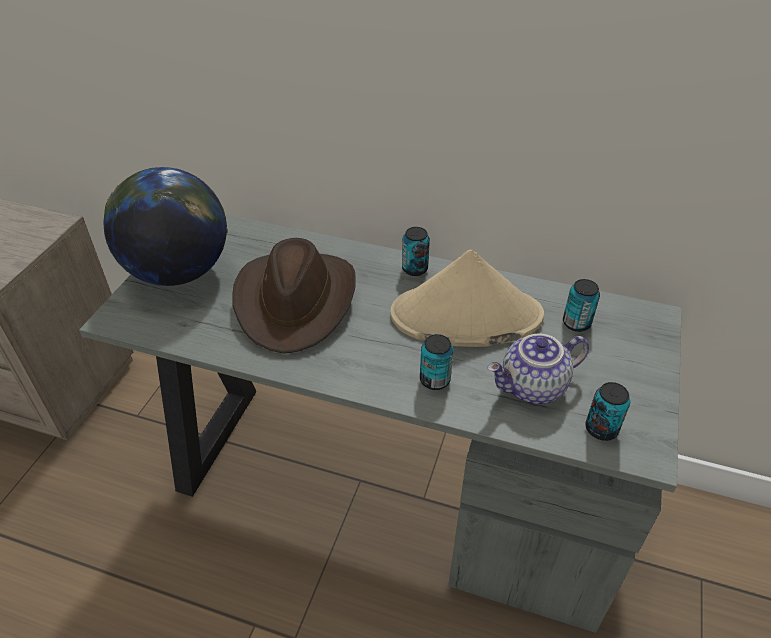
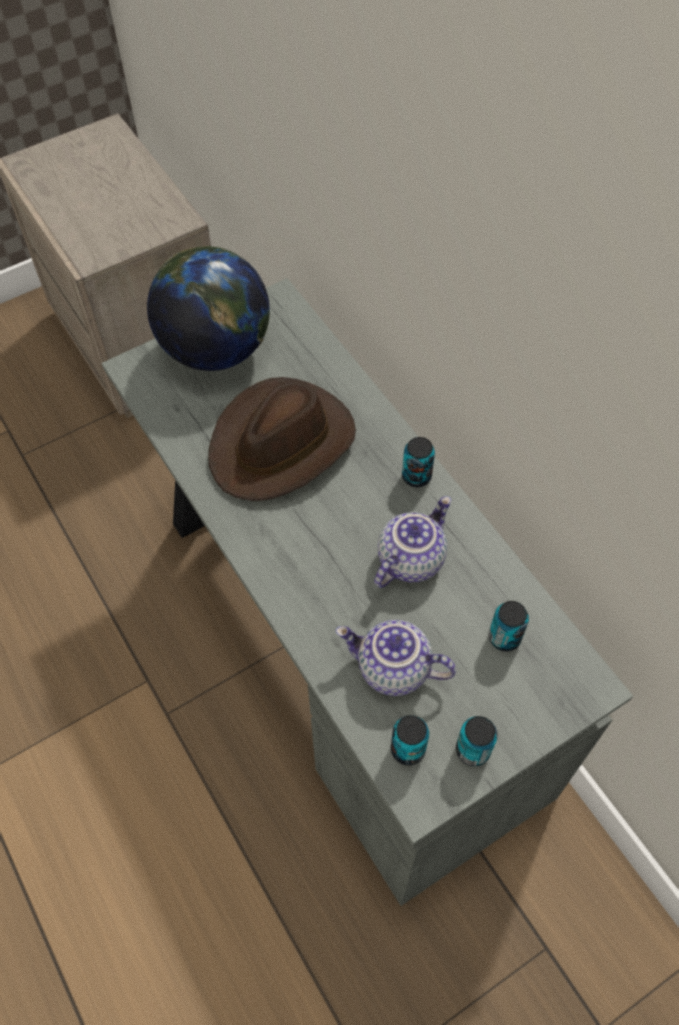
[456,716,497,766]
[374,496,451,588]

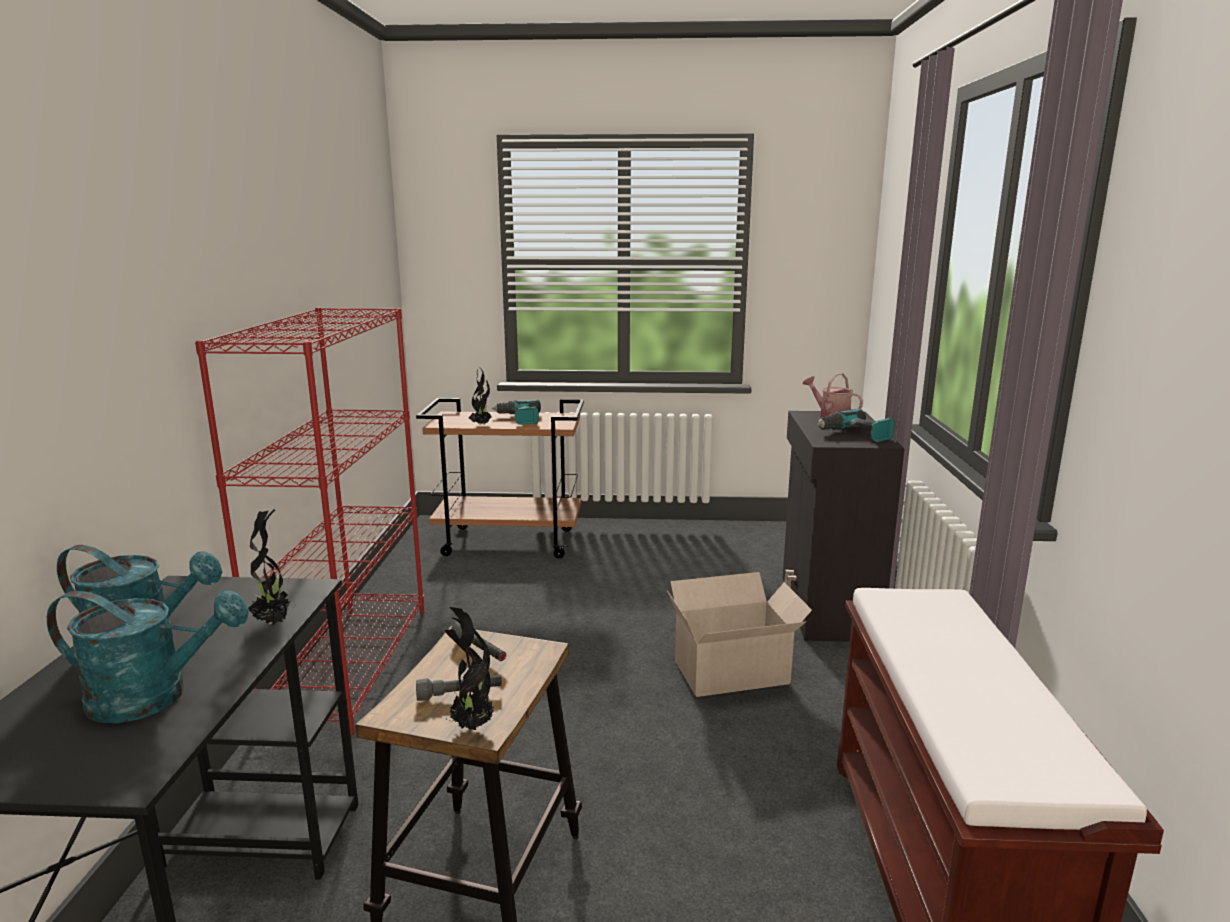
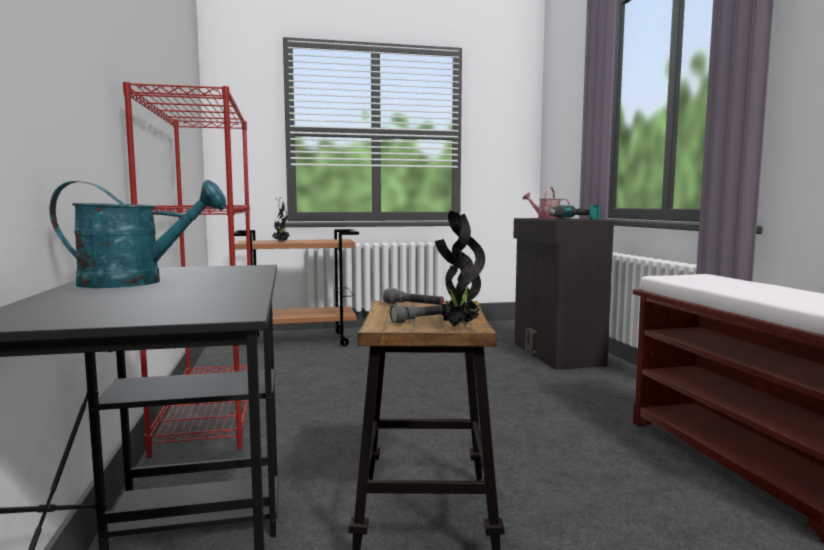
[47,590,249,723] (first image)
[248,509,295,625] (first image)
[491,399,541,425] (first image)
[667,572,812,697] (first image)

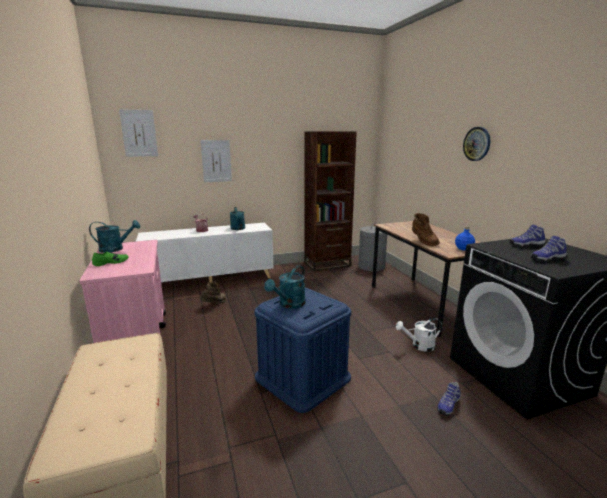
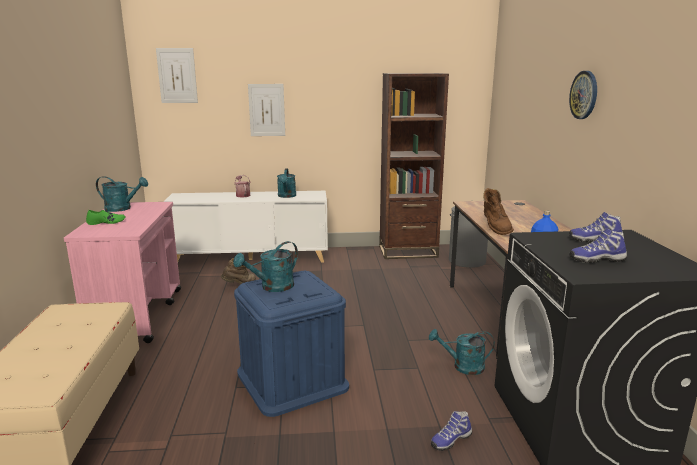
[429,329,495,375]

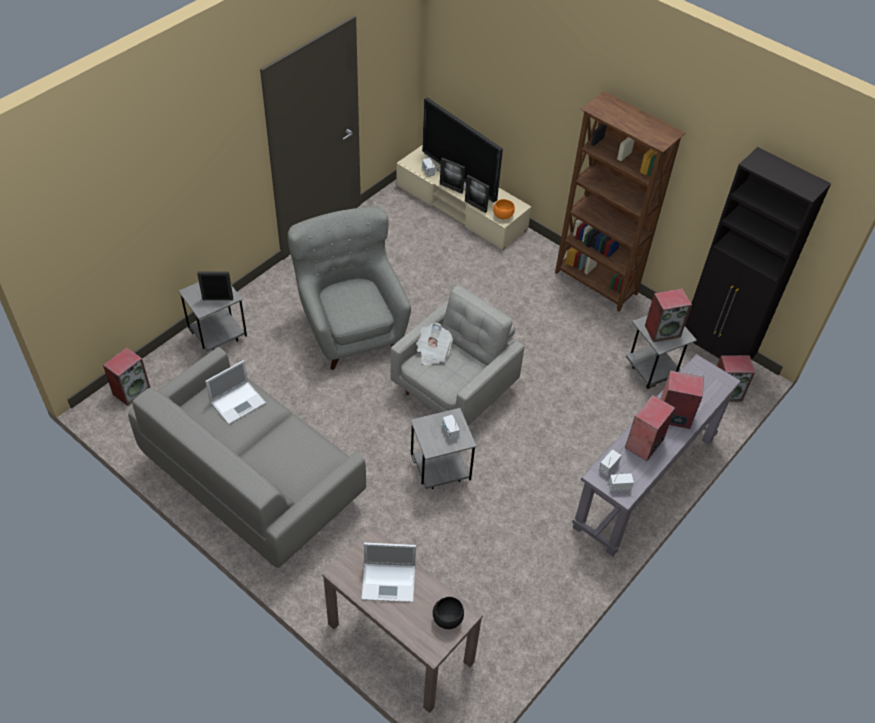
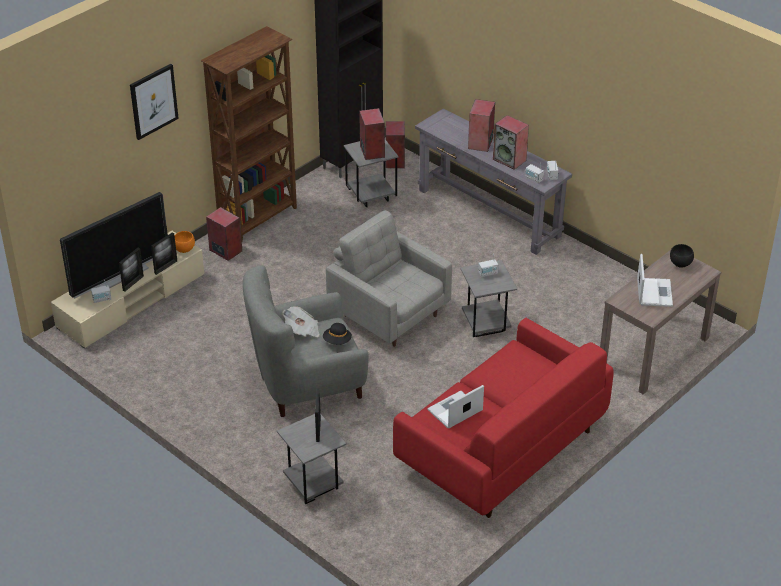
[130,64,179,140]
[323,323,352,345]
[206,207,242,261]
[283,306,319,337]
[393,318,614,518]
[427,385,484,428]

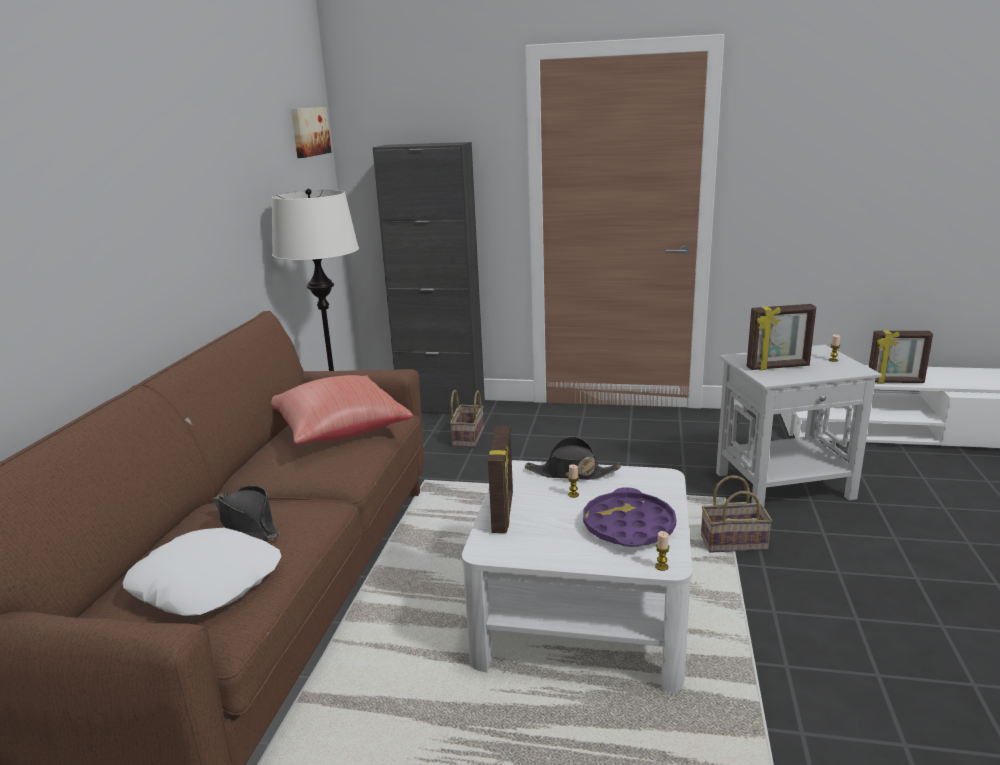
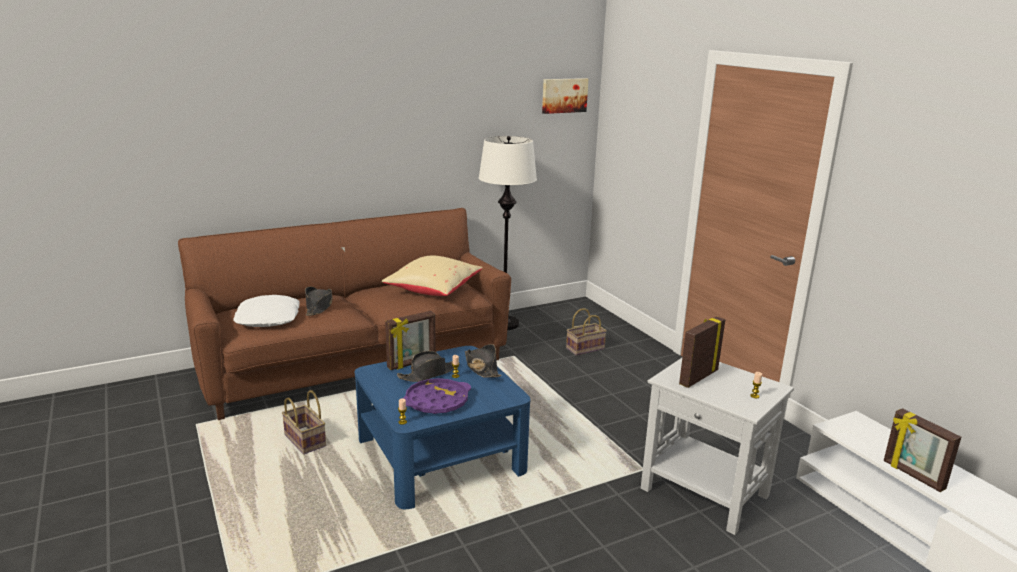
[373,142,485,414] (first image)
[397,351,460,382]
[282,390,326,454]
[382,256,483,296]
[355,346,530,509]
[679,316,725,388]

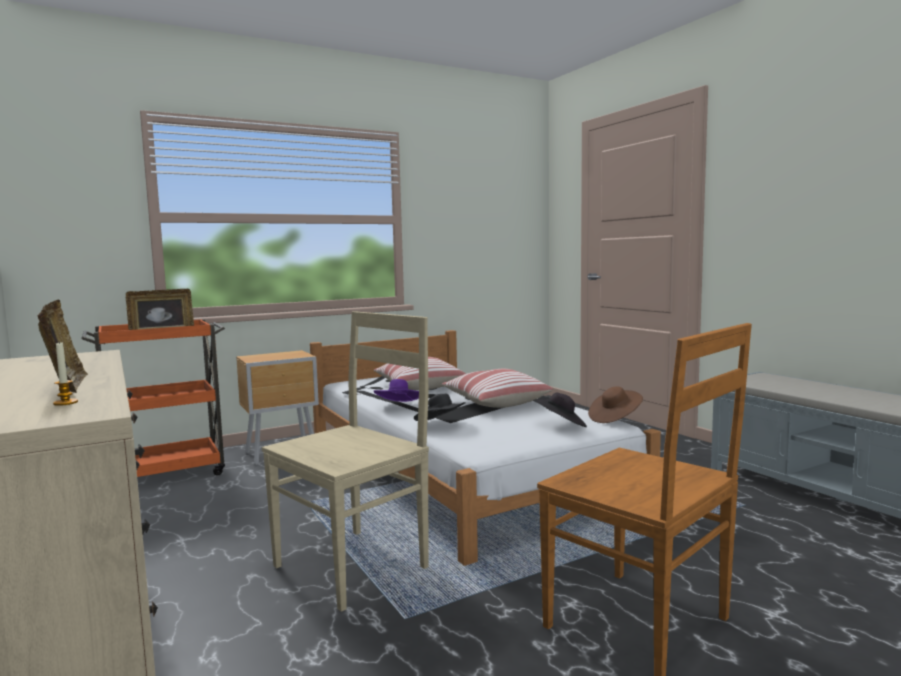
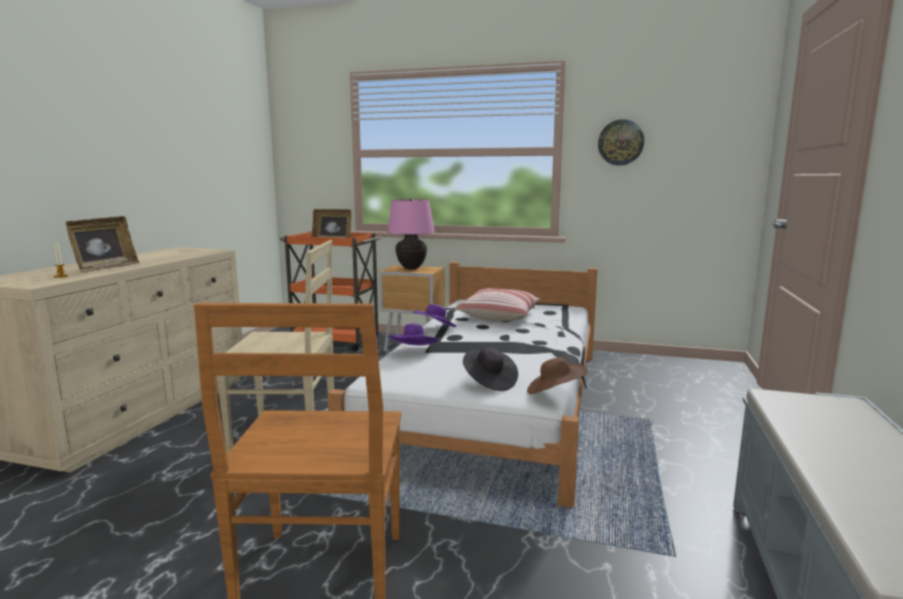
[442,369,553,408] (first image)
[387,199,435,269]
[598,119,644,166]
[388,324,438,345]

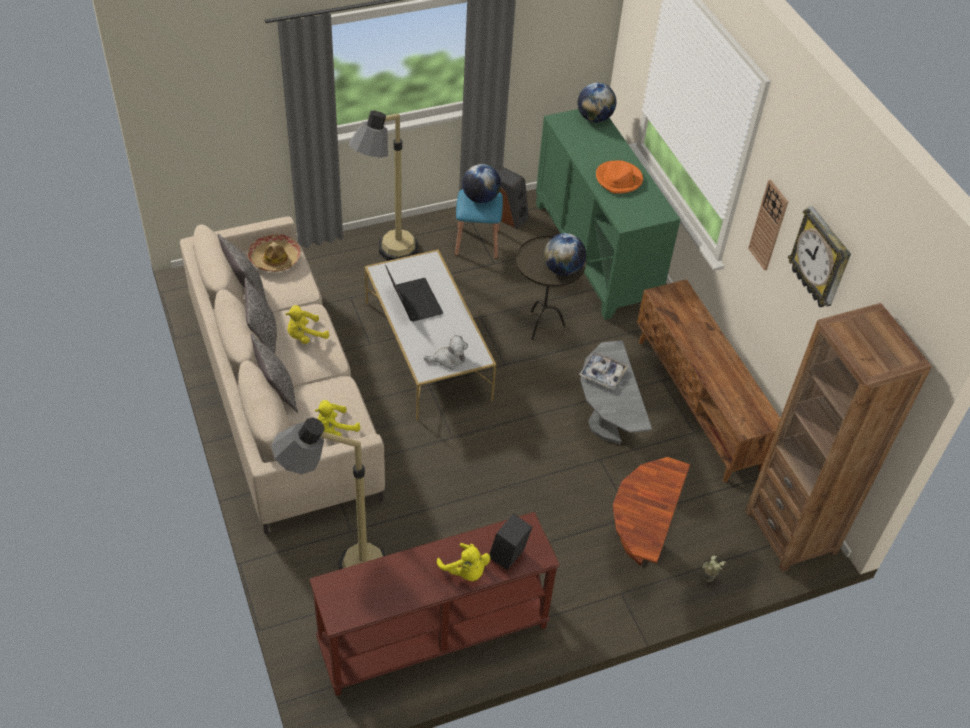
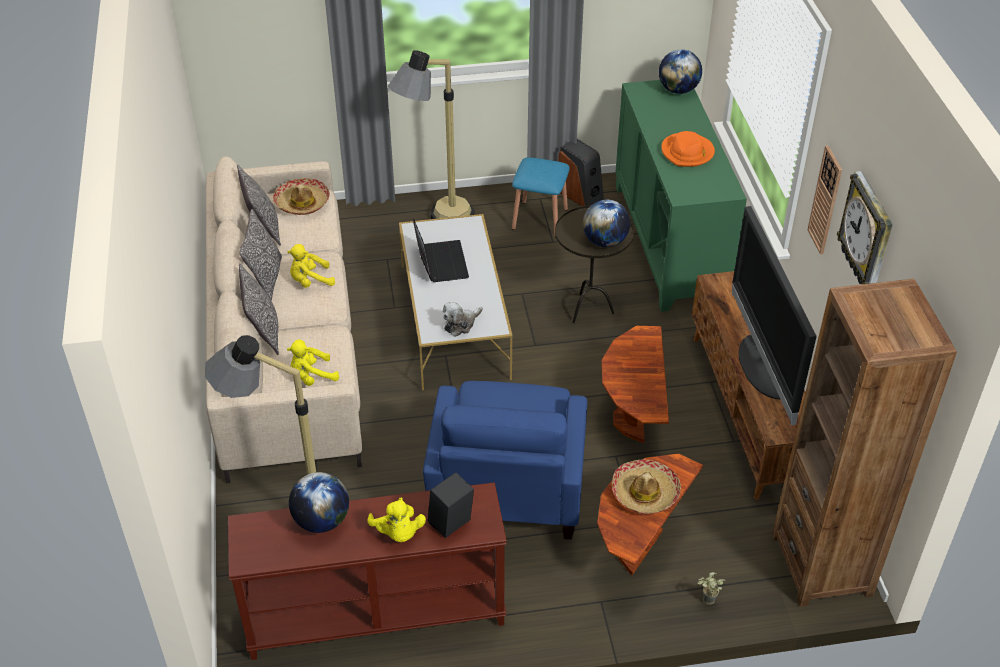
[579,352,628,389] (first image)
[423,381,587,540]
[612,460,681,514]
[732,206,817,425]
[289,472,349,533]
[601,326,669,443]
[443,302,483,337]

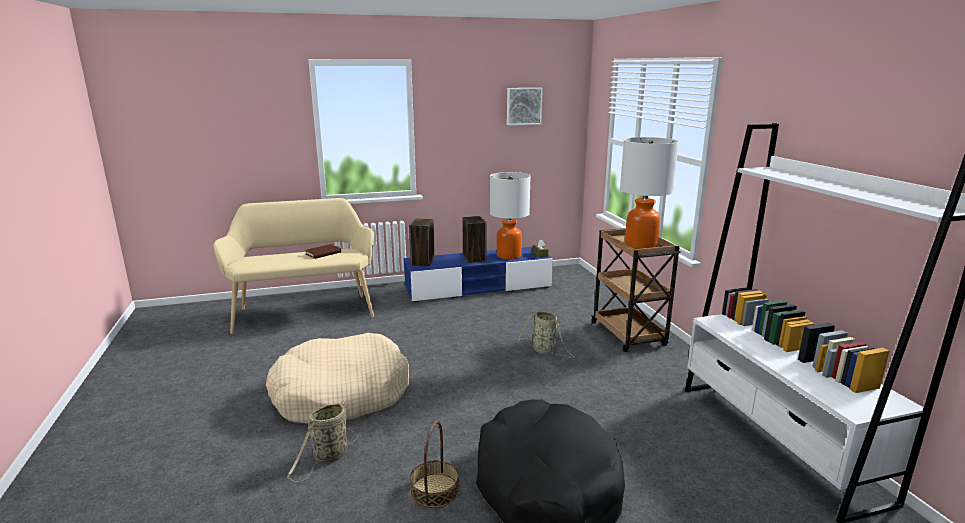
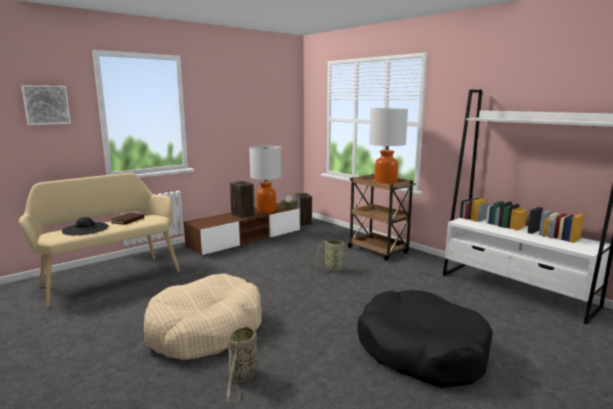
[410,420,459,508] (first image)
[62,217,109,235]
[294,193,312,226]
[21,85,71,125]
[184,203,300,256]

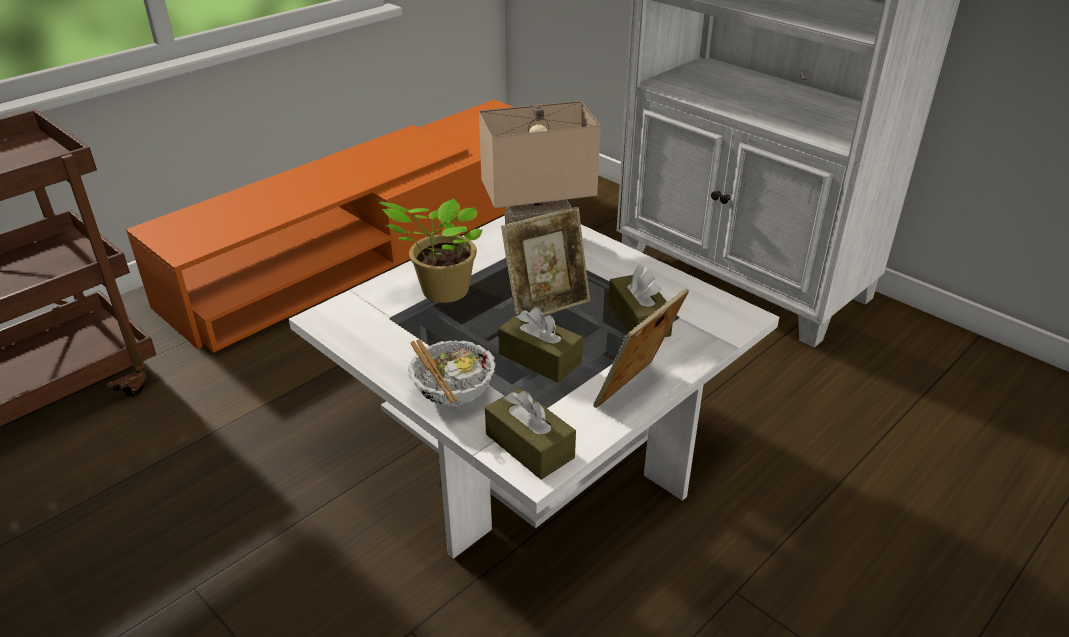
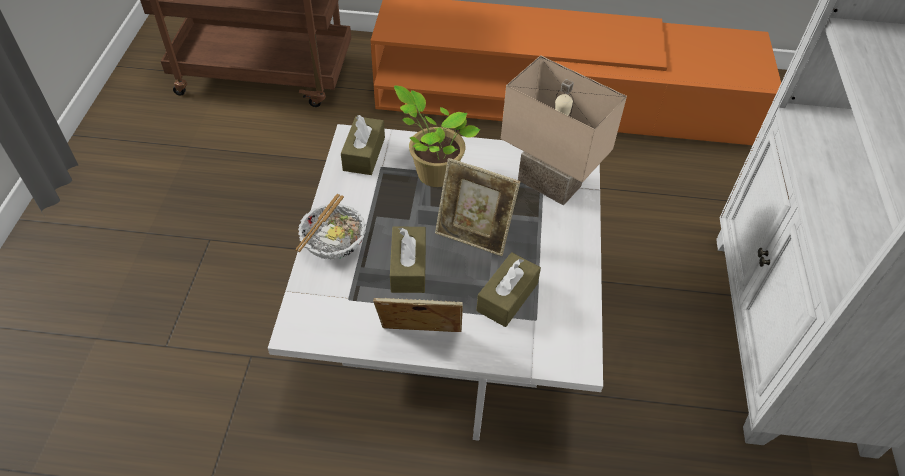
[341,115,385,175]

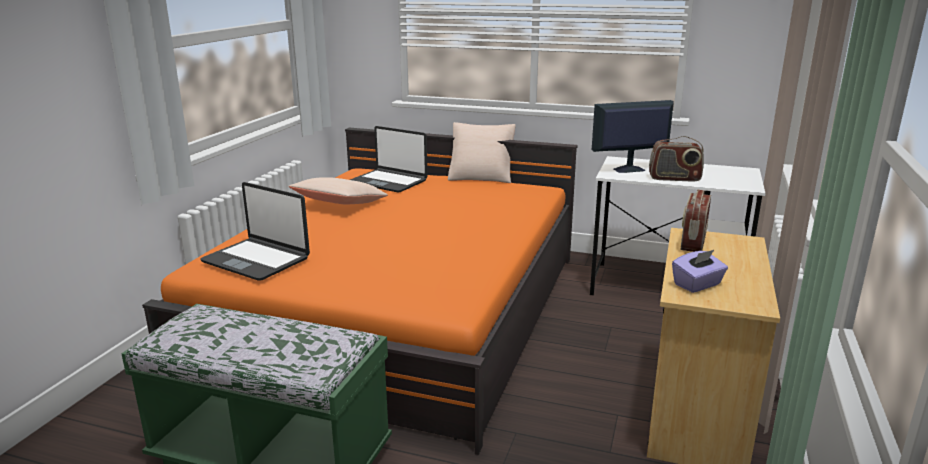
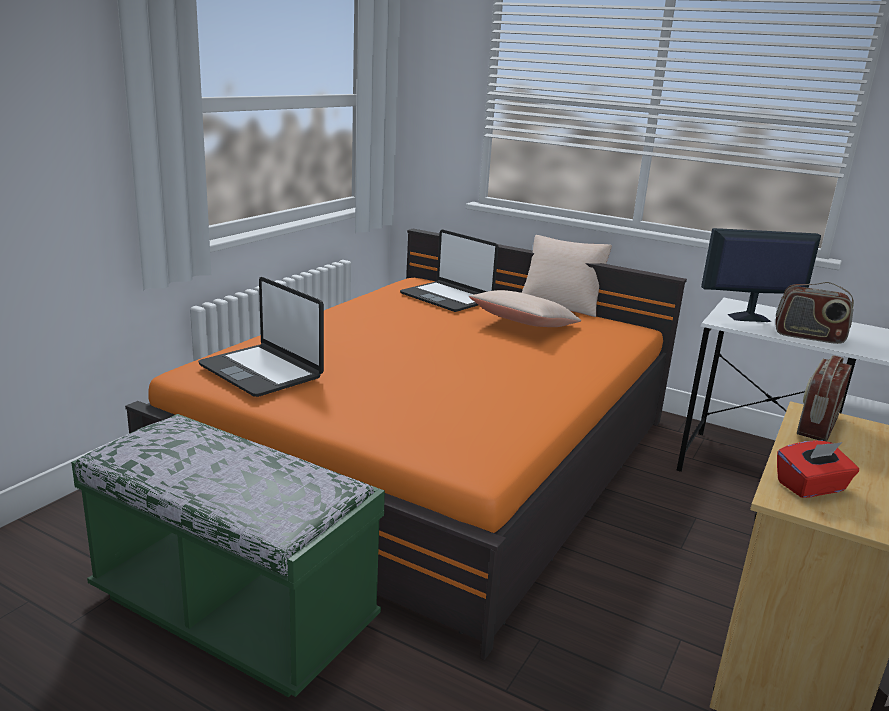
[469,290,581,327]
[777,441,859,498]

